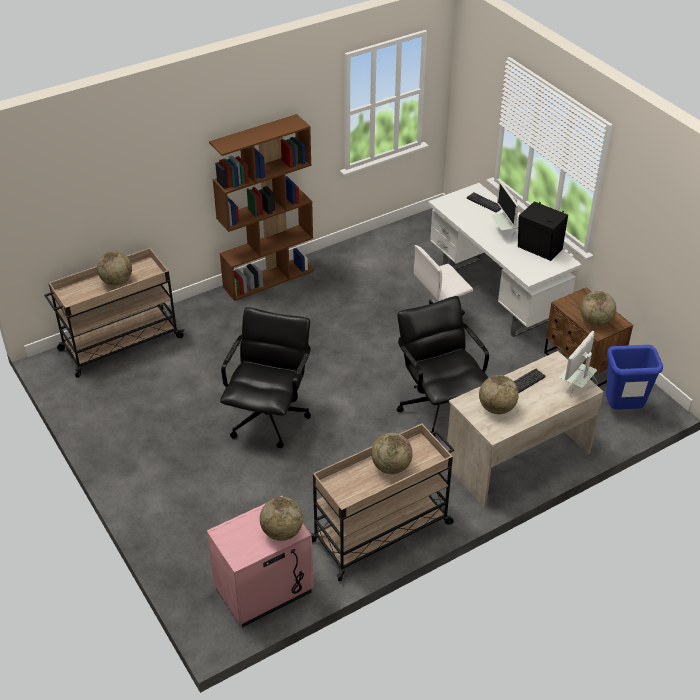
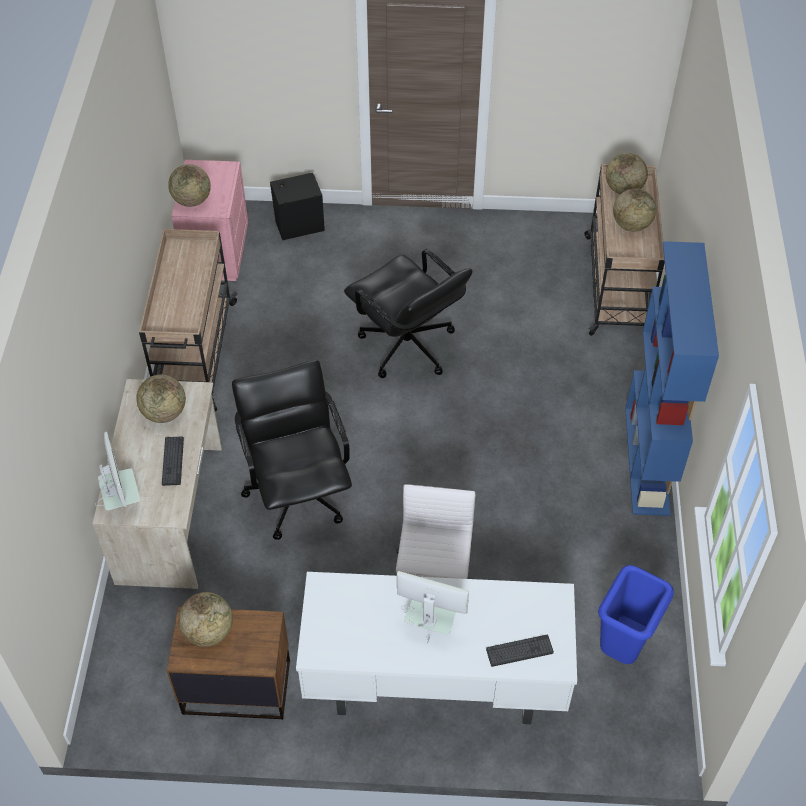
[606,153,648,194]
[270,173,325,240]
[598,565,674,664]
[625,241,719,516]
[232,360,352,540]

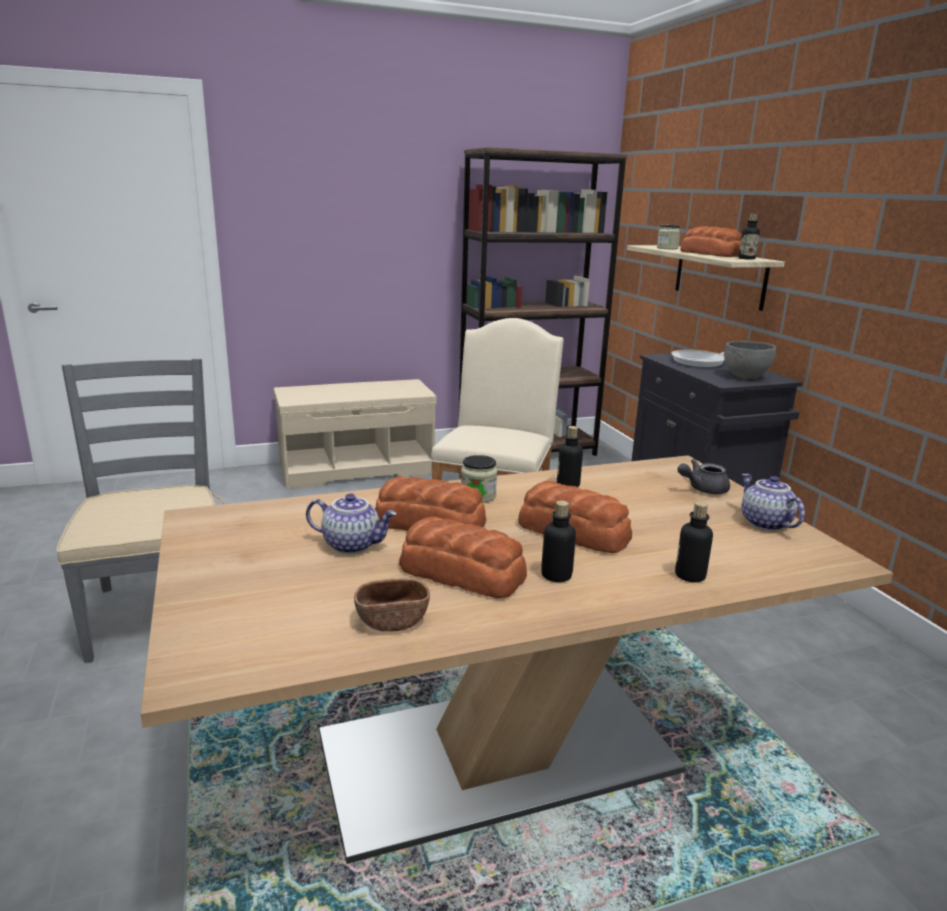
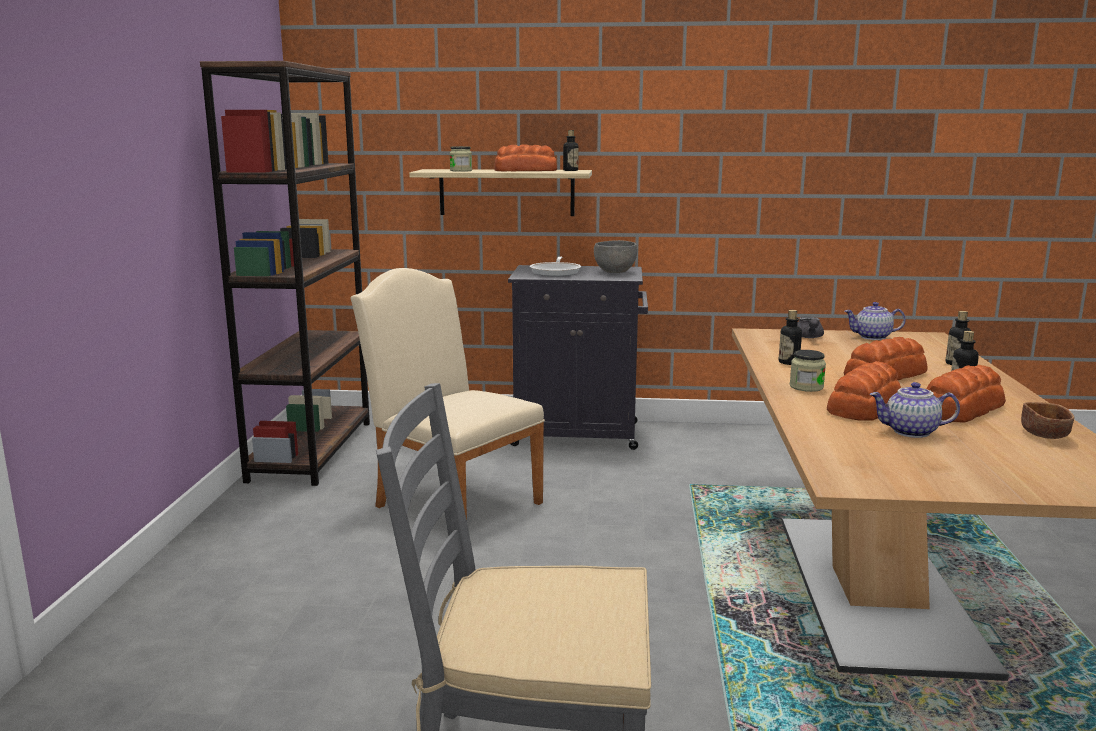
[274,379,437,489] (first image)
[870,382,960,438]

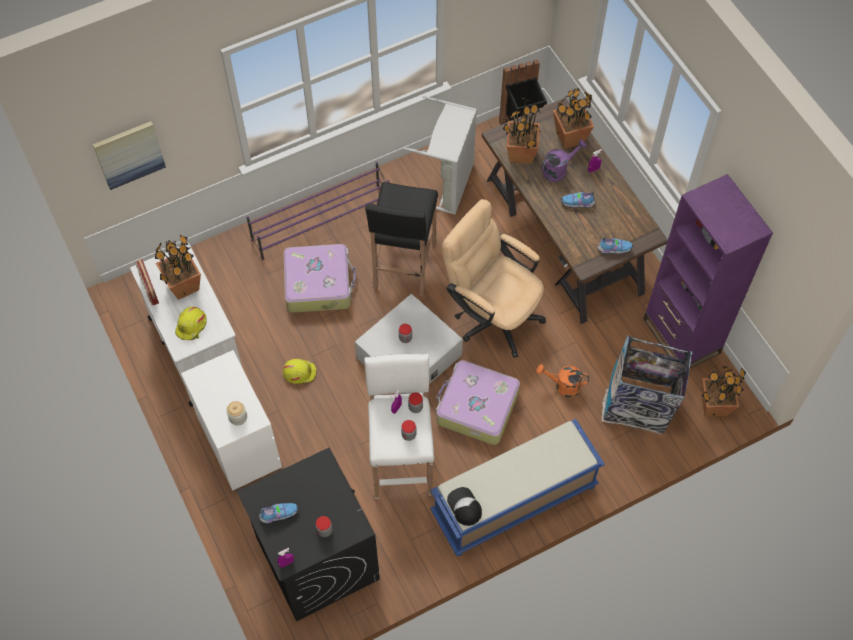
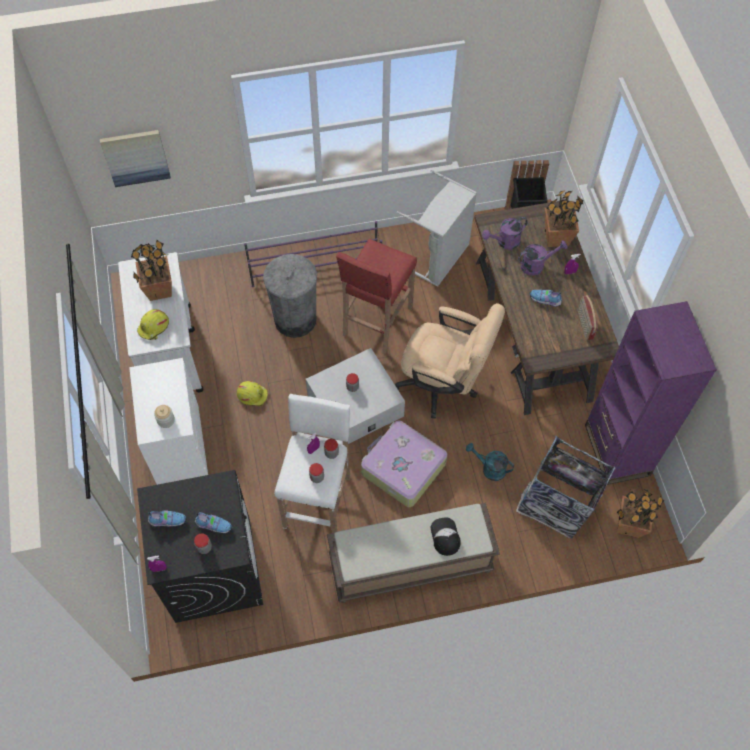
[578,295,598,340]
[431,518,461,556]
[194,512,232,534]
[263,254,317,338]
[482,217,528,250]
[336,239,417,354]
[327,503,500,603]
[466,443,514,481]
[395,303,505,419]

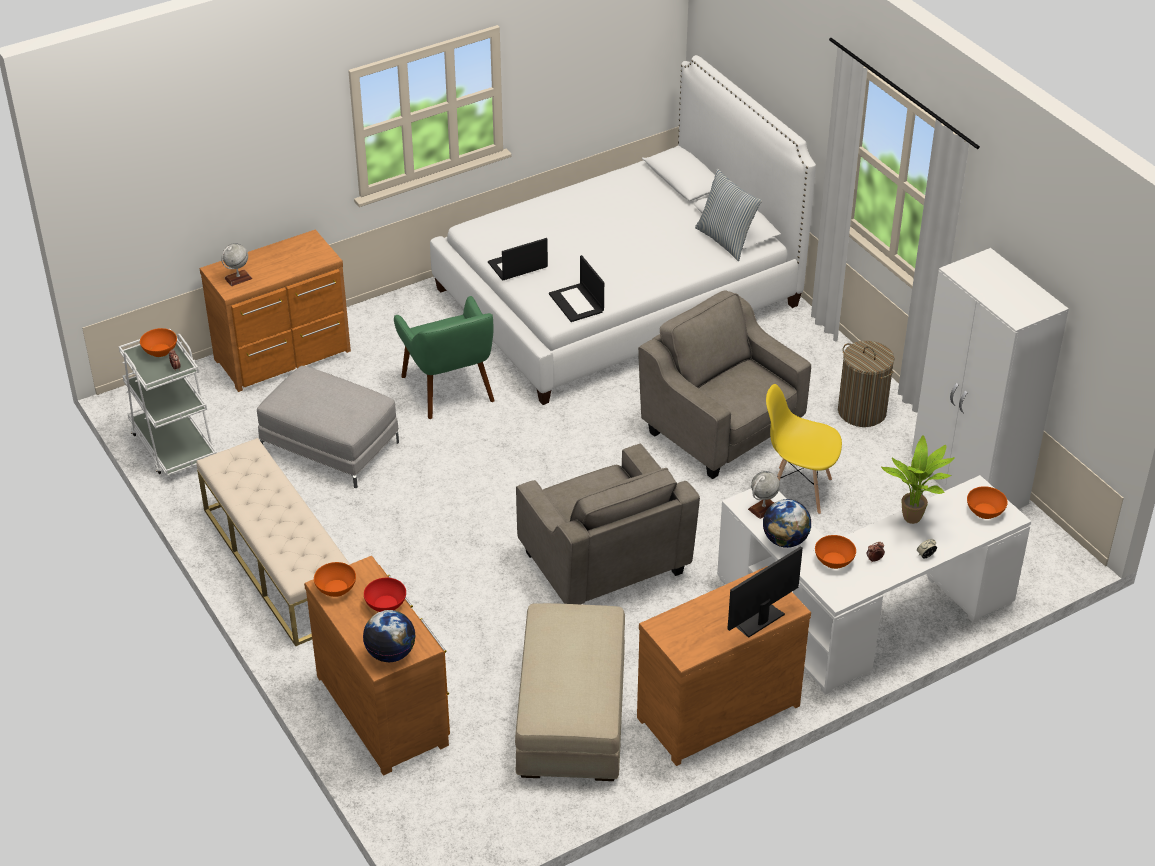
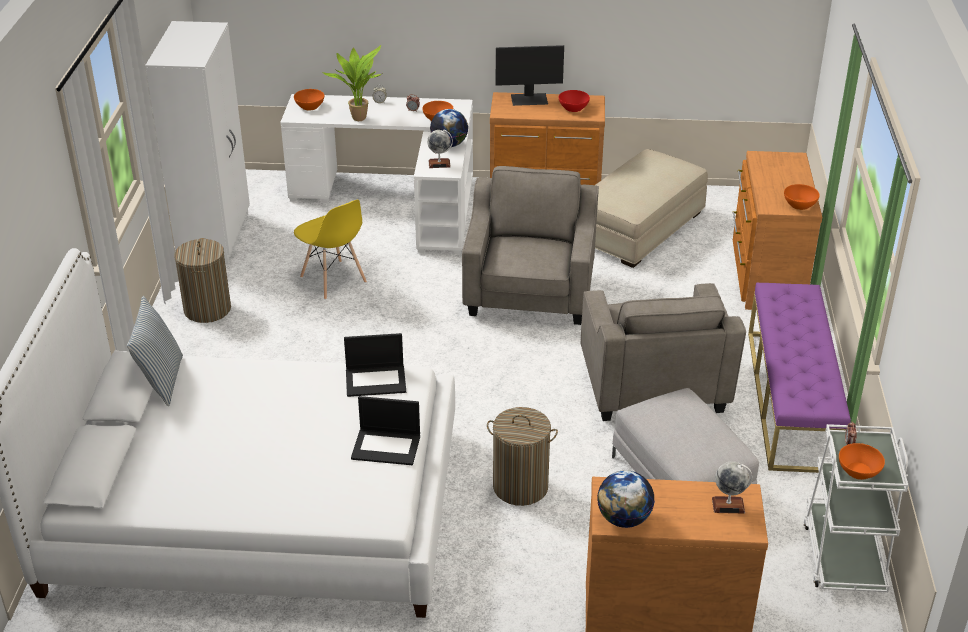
[597,470,655,528]
[559,90,590,112]
[581,283,746,421]
[487,407,558,506]
[748,283,851,473]
[344,333,406,397]

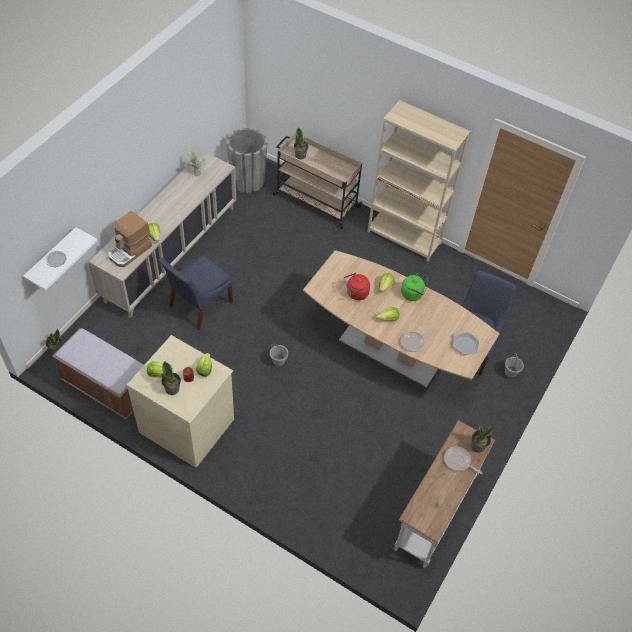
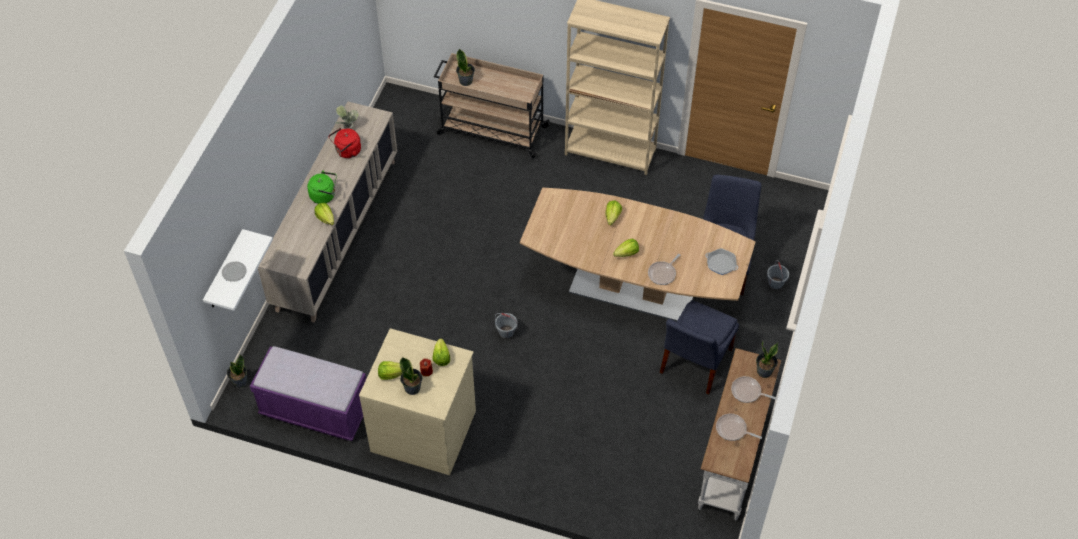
[108,211,152,267] (first image)
[226,127,268,193] (first image)
[716,414,762,441]
[660,300,739,394]
[329,128,361,158]
[307,171,337,204]
[250,346,366,441]

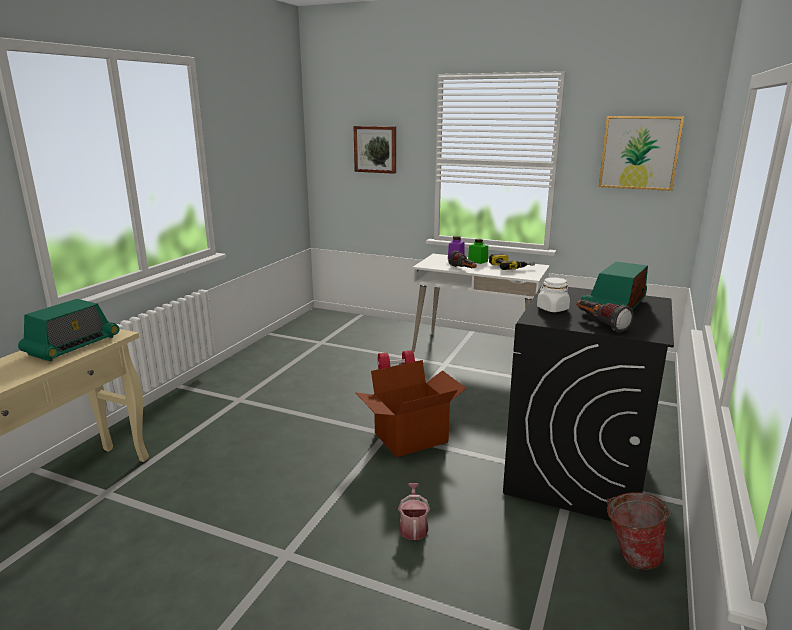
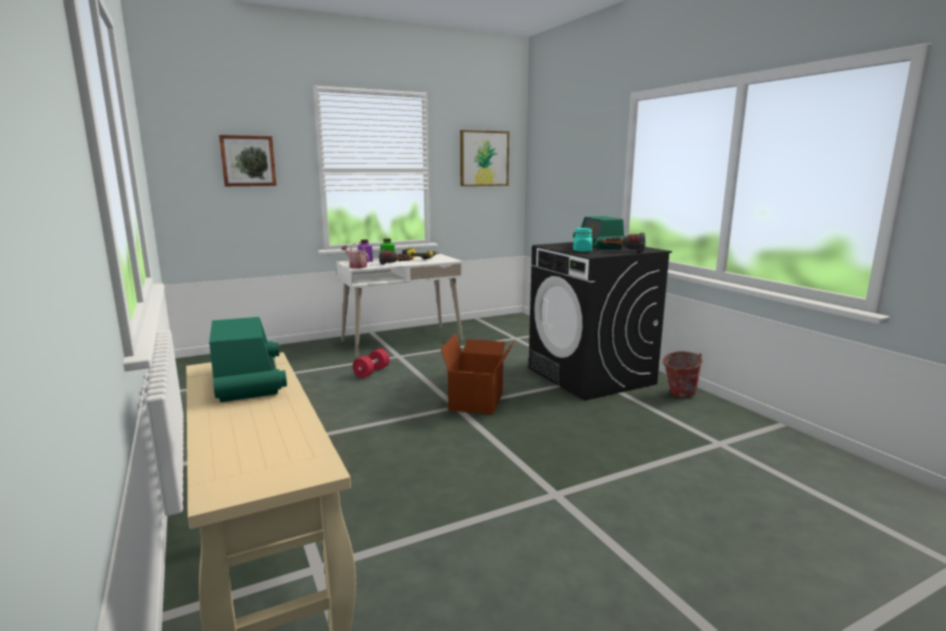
[341,242,369,269]
[573,228,593,252]

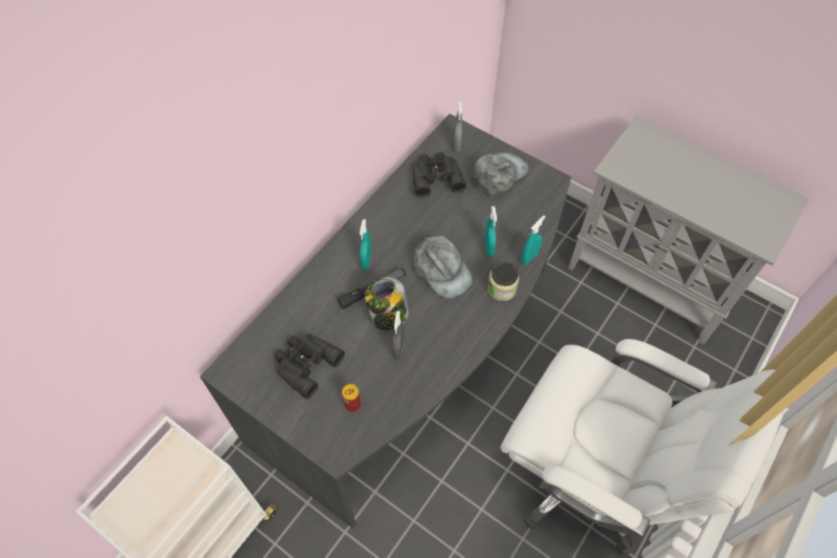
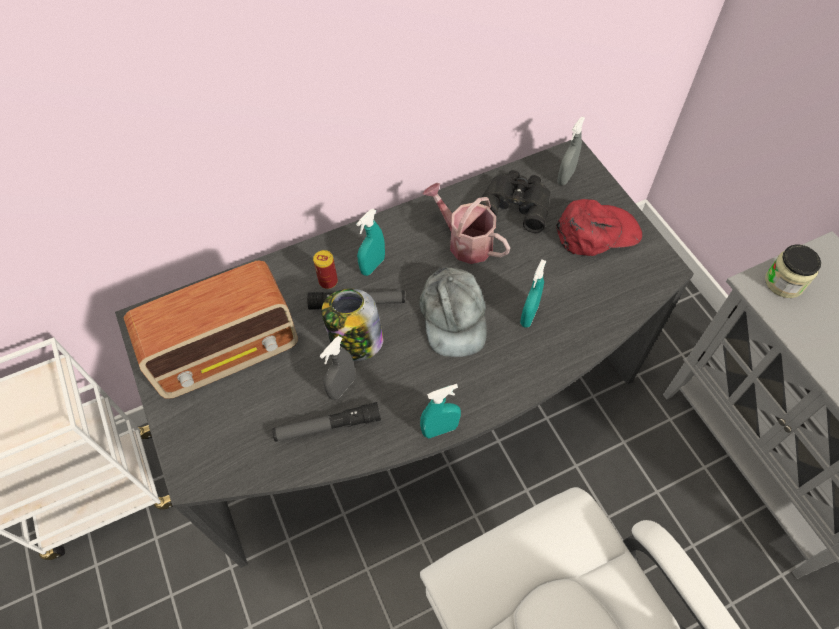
[272,402,381,442]
[422,183,510,264]
[313,250,338,289]
[765,244,821,298]
[420,384,461,439]
[123,261,298,398]
[556,199,642,256]

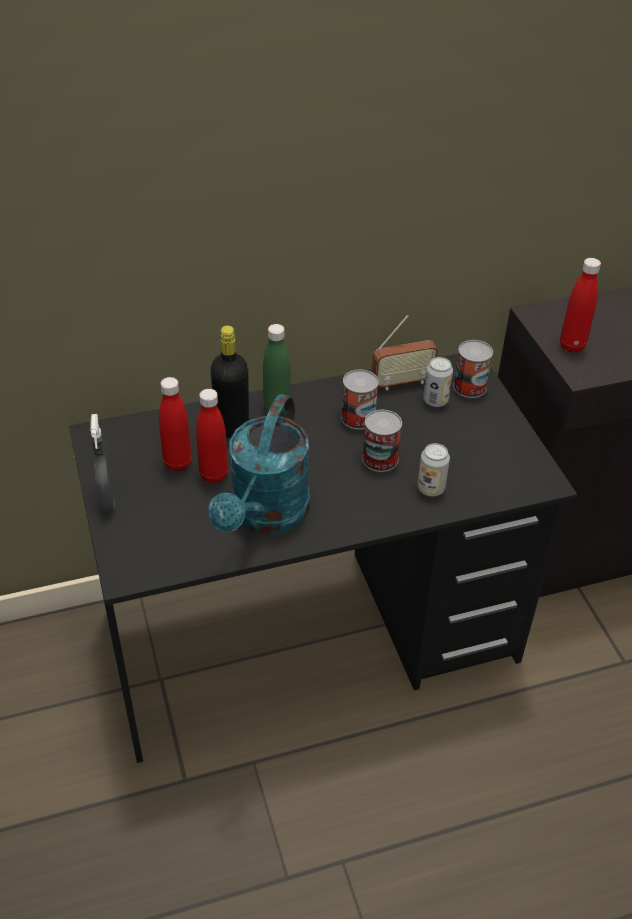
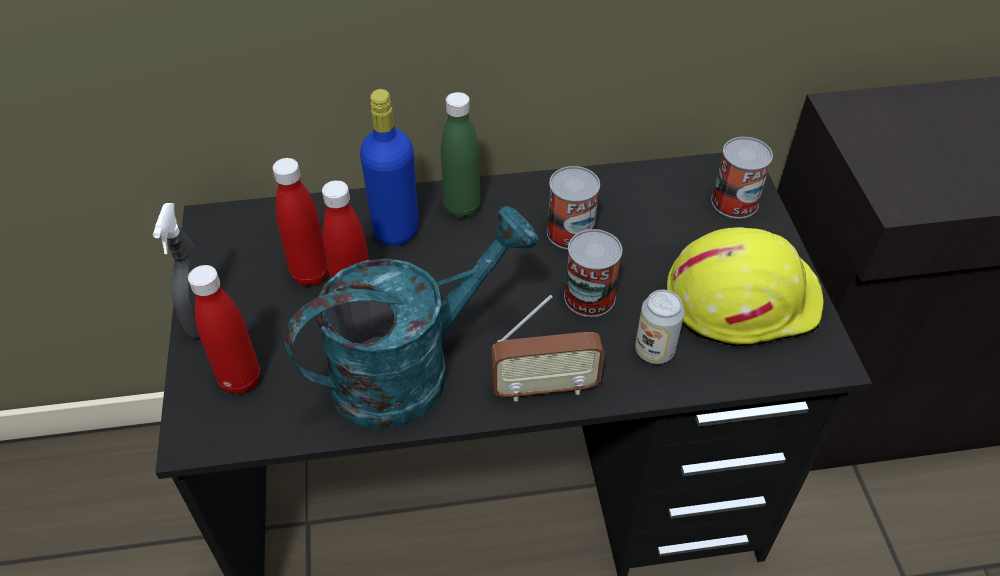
[423,357,453,407] (first image)
[667,227,824,346]
[491,295,604,402]
[188,265,260,395]
[360,89,419,246]
[285,206,539,429]

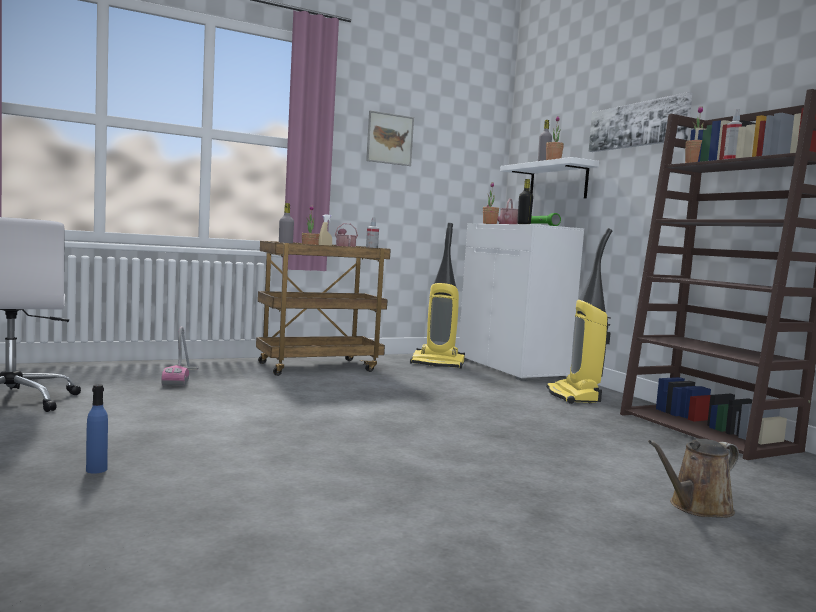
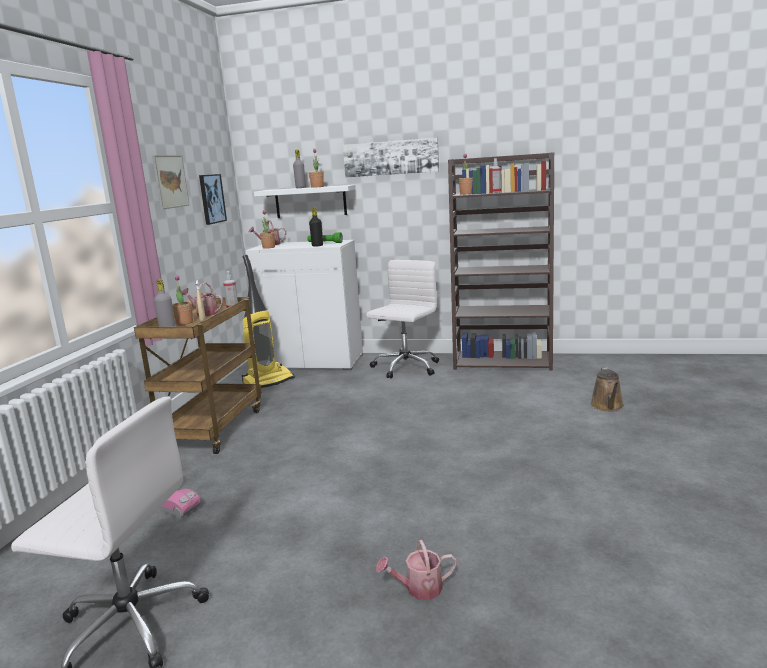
[199,174,227,225]
[376,540,457,600]
[366,260,439,378]

